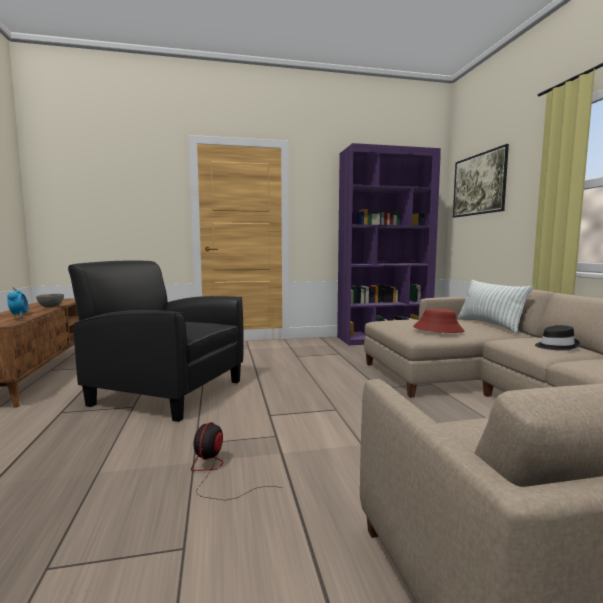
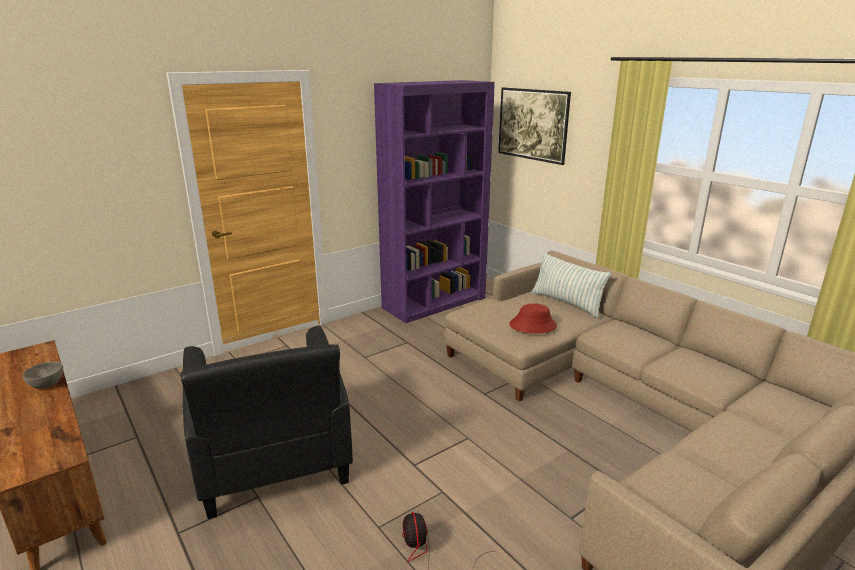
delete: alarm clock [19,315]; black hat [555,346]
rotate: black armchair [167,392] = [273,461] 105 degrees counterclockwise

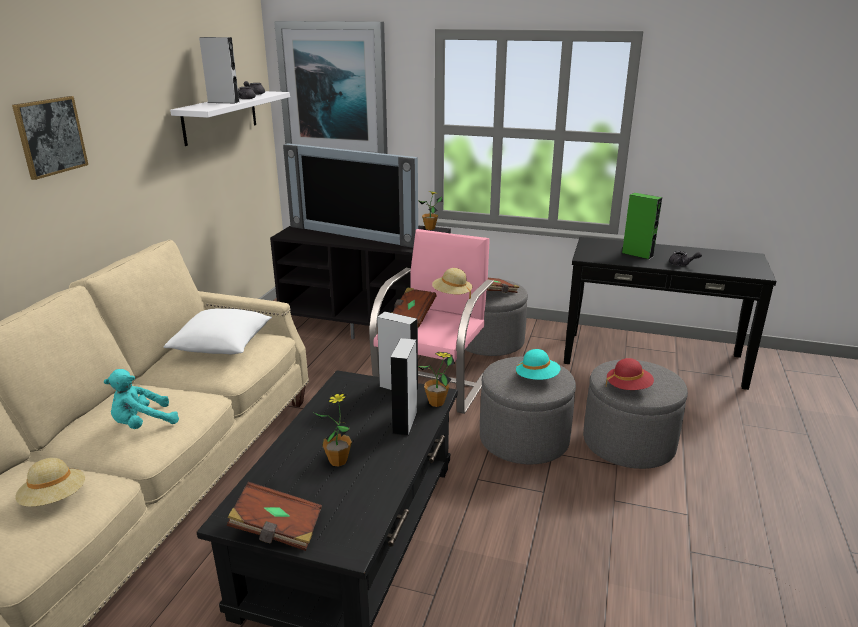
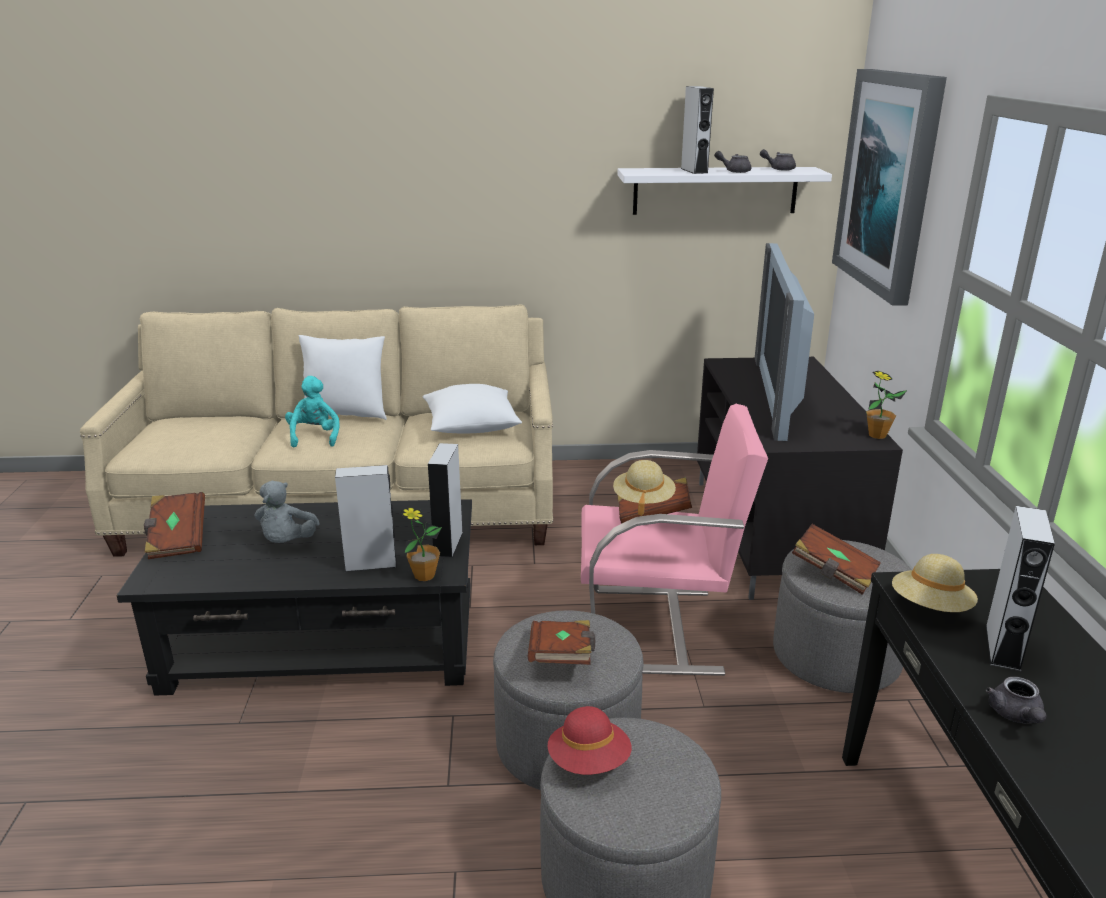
delete: picture [50,136]
insert: white pillow [346,415]
move: beige hat [55,499] to [930,607]
replace: potted plant [338,461] to grey plush toy [287,542]; turquoise hat [537,378] to brown book [562,657]
recolor: green speaker [637,255] to grey speaker [1002,647]
rotate: turquoise plush toy [142,424] = [314,437] 45 degrees clockwise

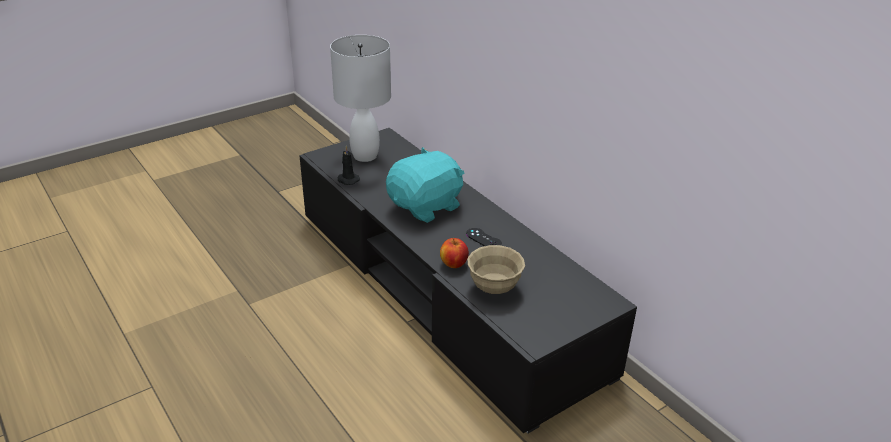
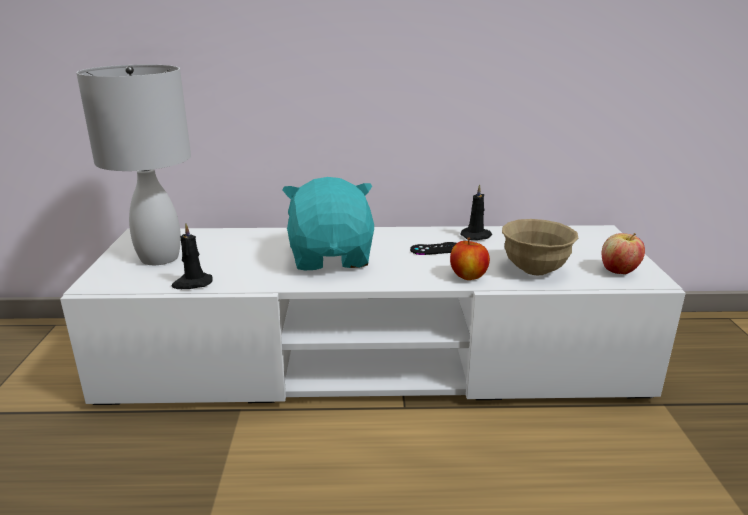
insert: black candle [476,236]; apple [619,271]
recolor: black tv stand [444,289] to white tv stand [374,359]

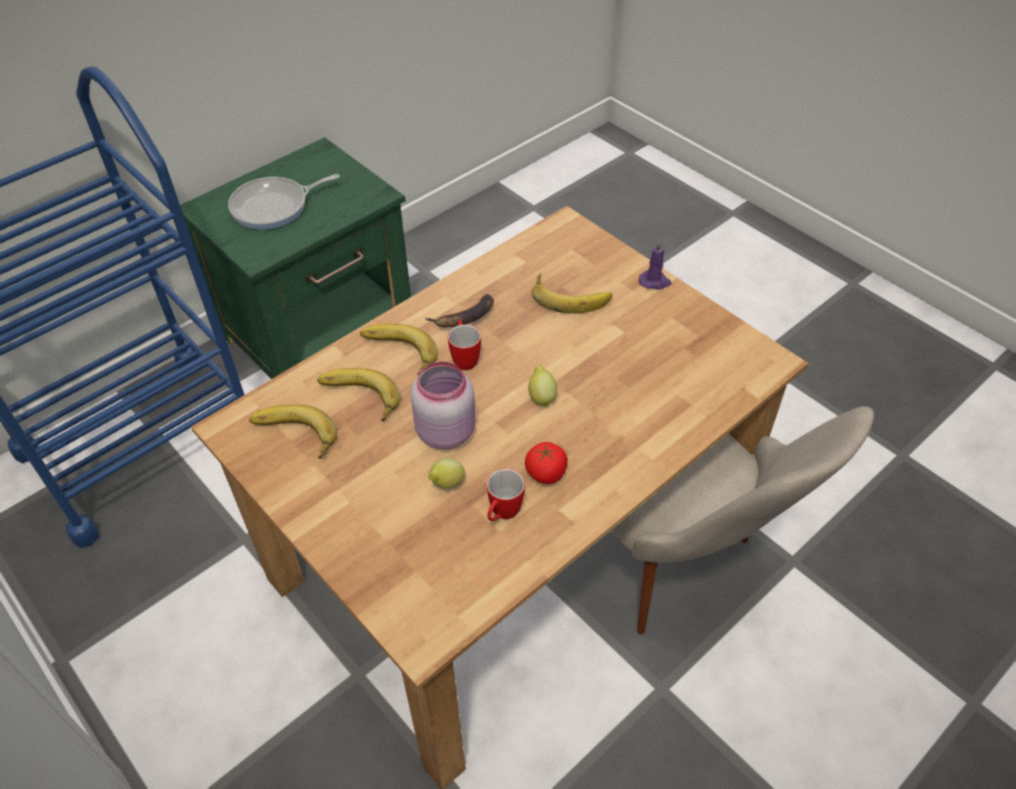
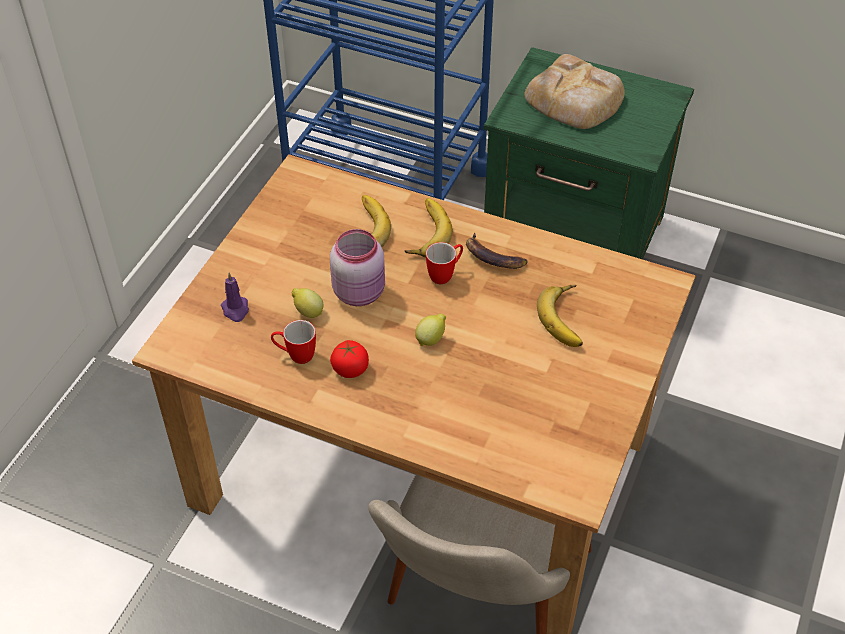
delete: banana [293,436]
move: purple candle [655,282] to [235,310]
replace: frying pan [274,207] to bread [575,100]

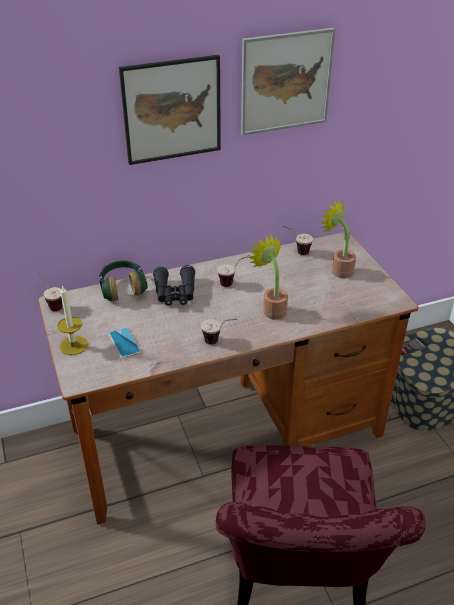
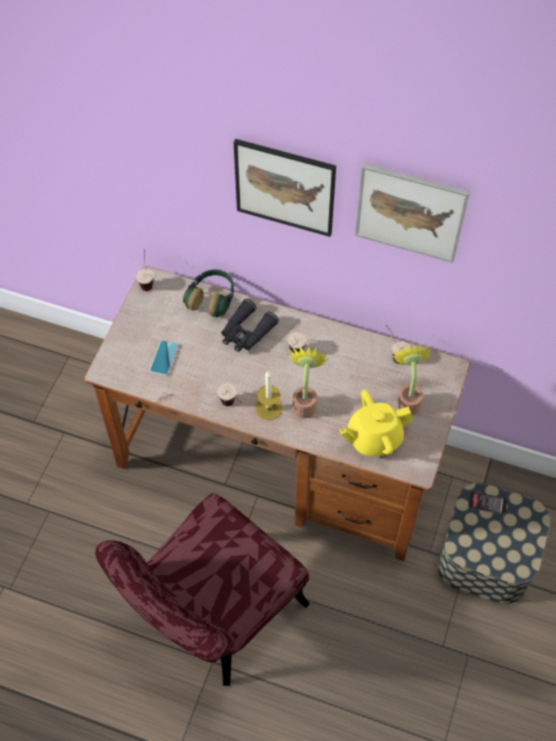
insert: yellow teapot [373,438]
move: candle [73,345] to [268,408]

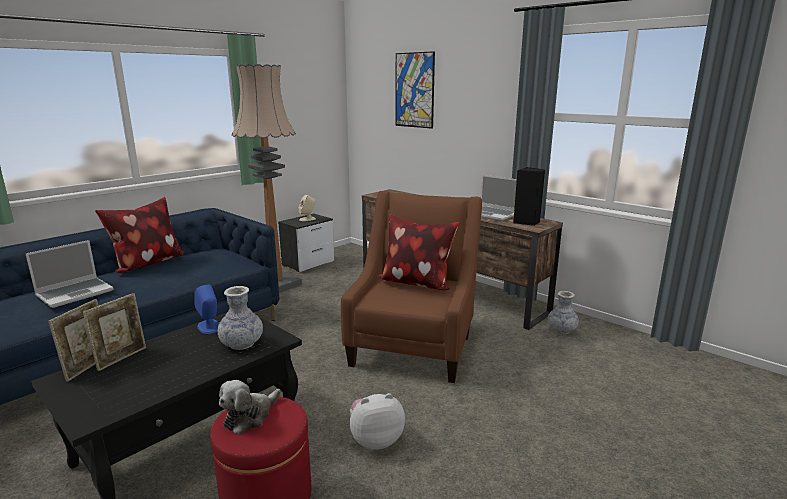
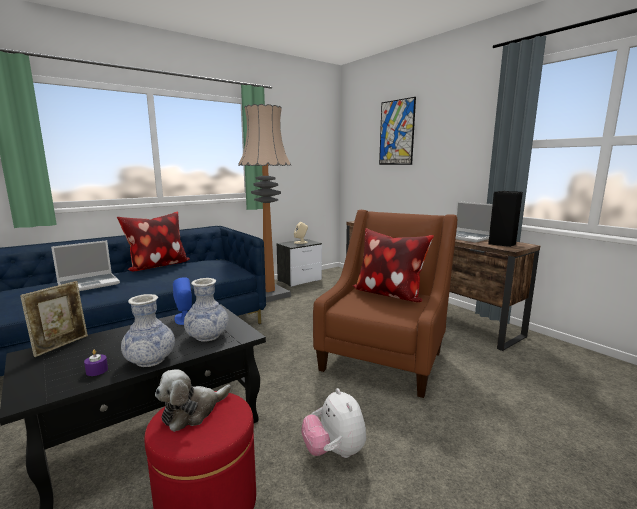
delete: picture frame [121,358]
insert: purple candle [97,370]
move: vase [561,330] to [150,360]
rotate: plush toy [375,440] = [334,452] 105 degrees counterclockwise

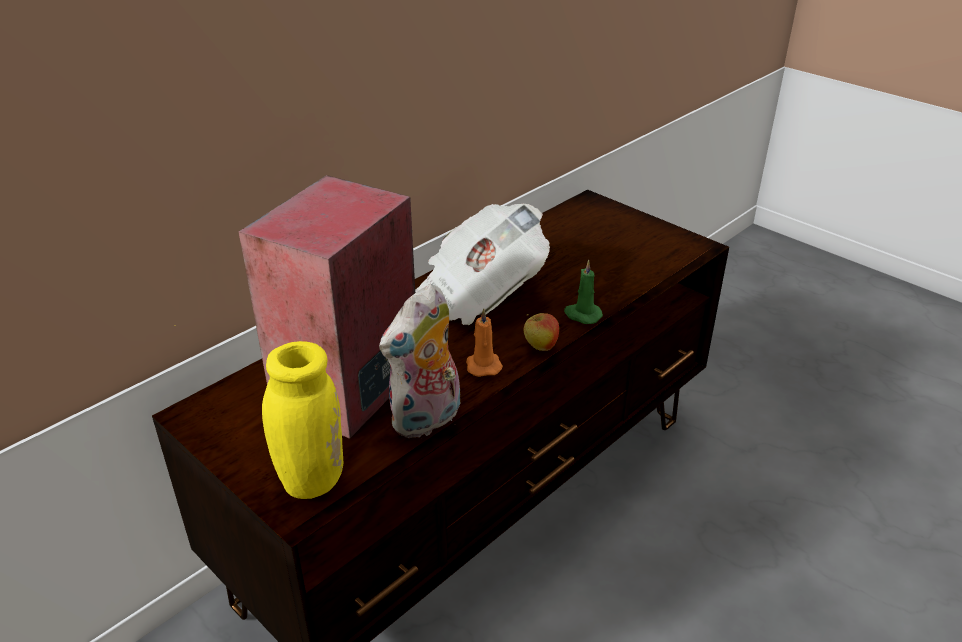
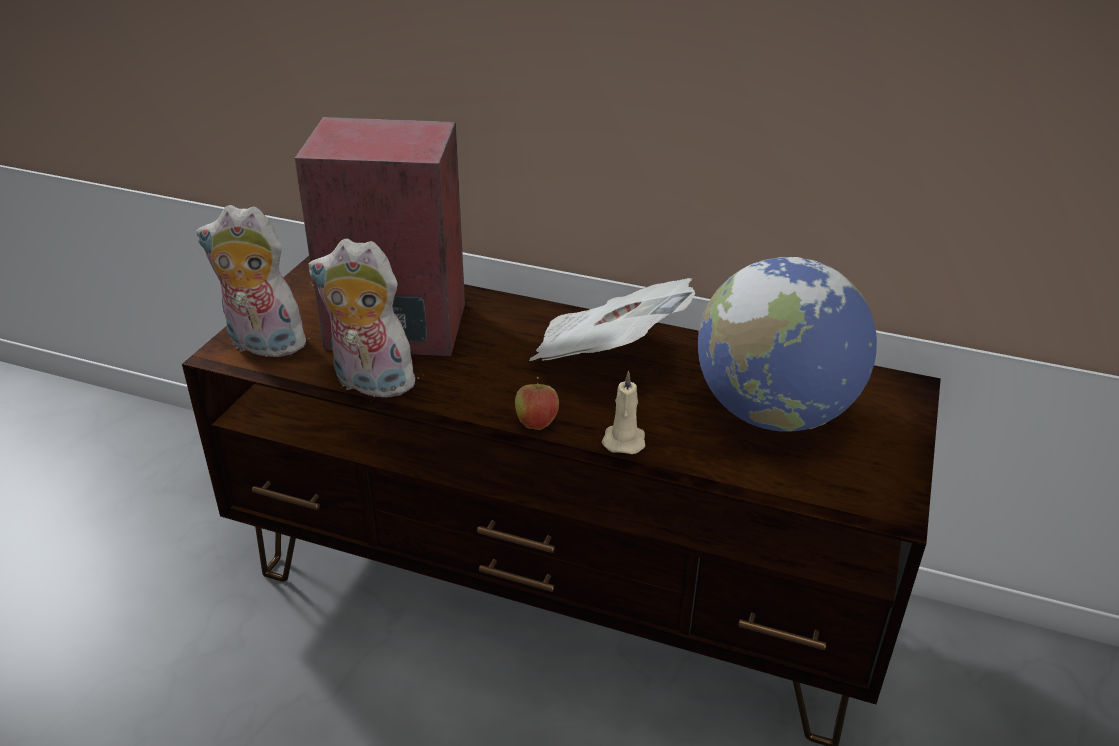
delete: orange candle [483,365]
insert: globe [773,413]
replace: yellow vase [307,479] to plush toy [262,345]
recolor: green candle [582,315] to beige candle [624,439]

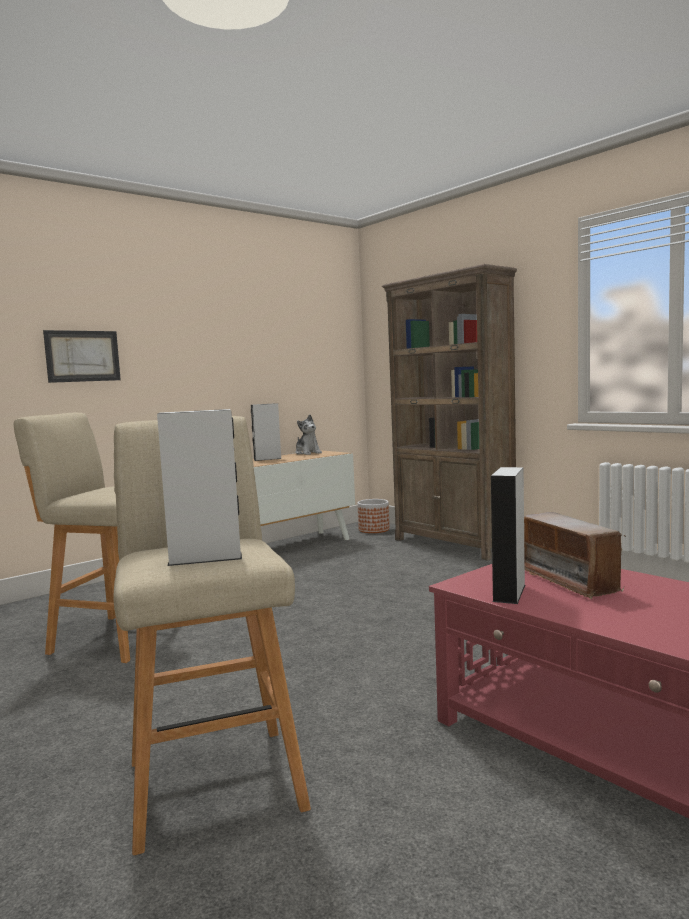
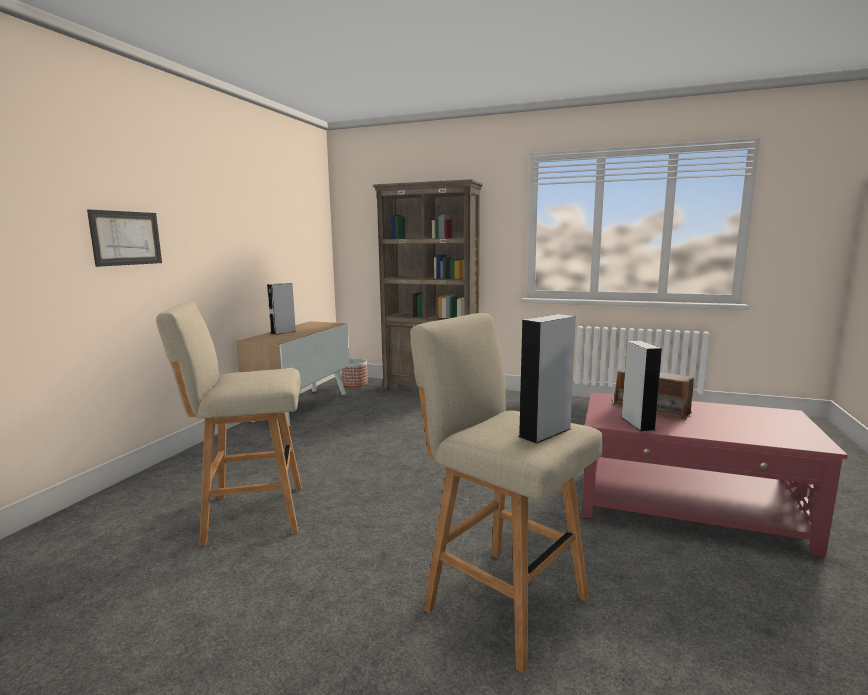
delete: plush toy [308,453]

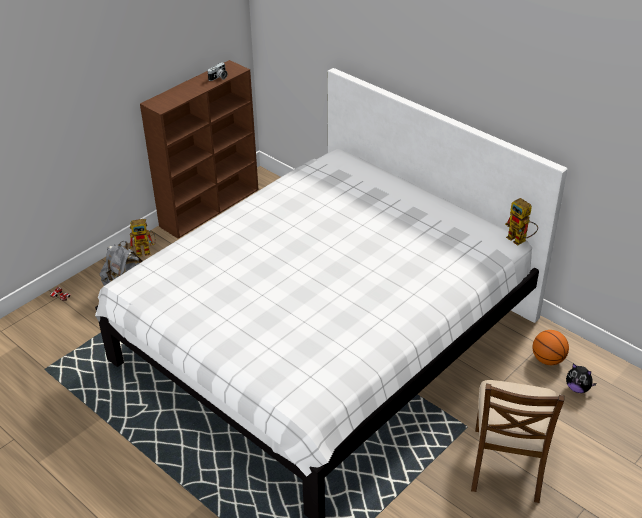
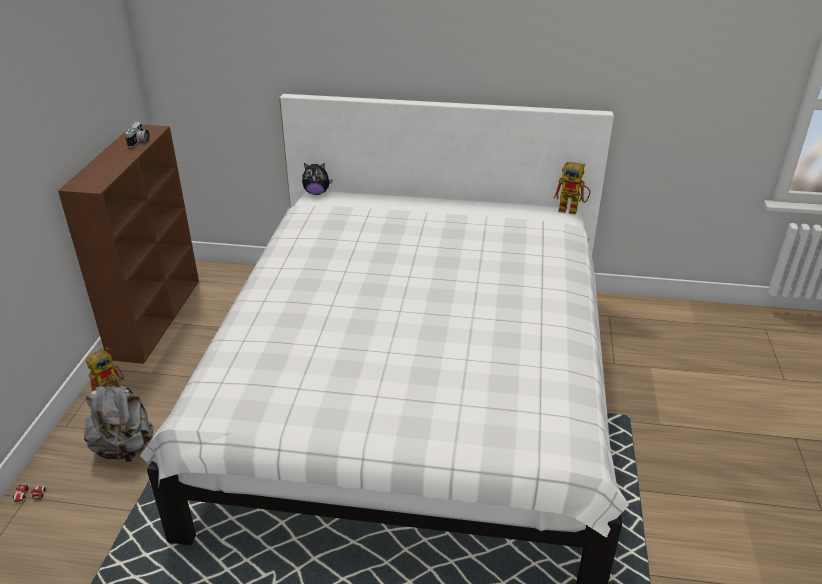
delete: brown chair [507,464]; basketball [548,359]
move: plush toy [577,388] to [317,193]

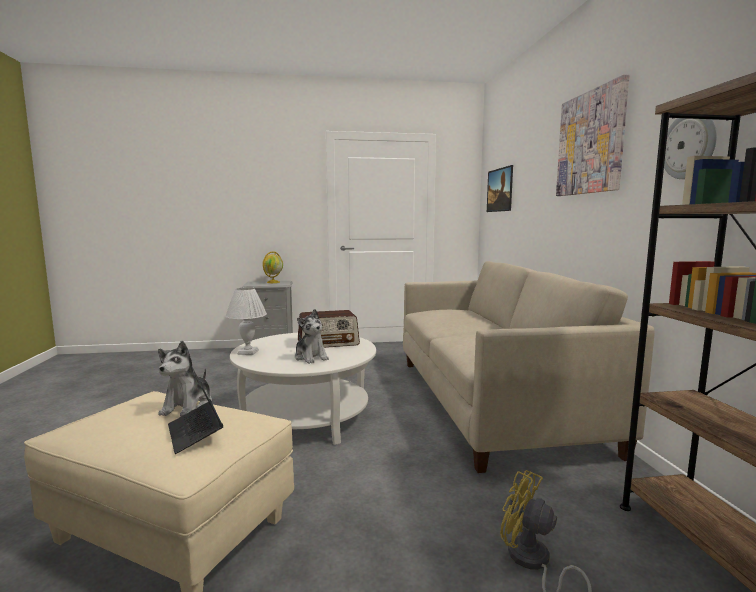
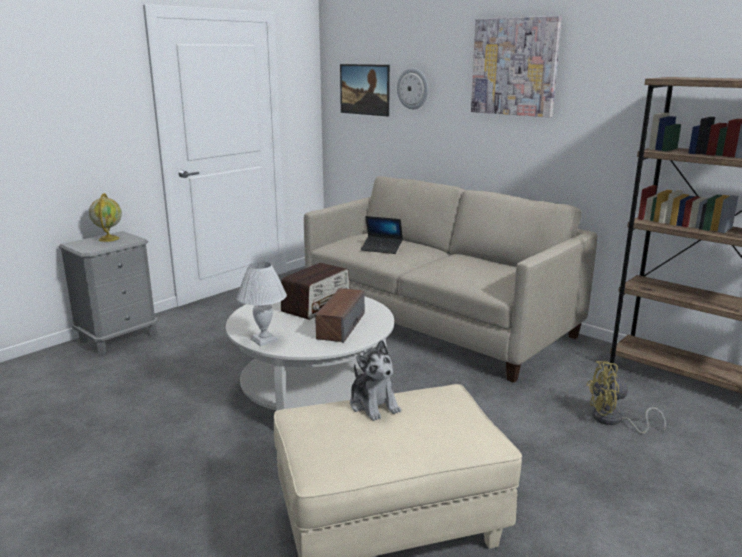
move: laptop [195,433] to [382,249]; wall clock [689,145] to [413,88]
replace: plush toy [311,357] to speaker [340,325]

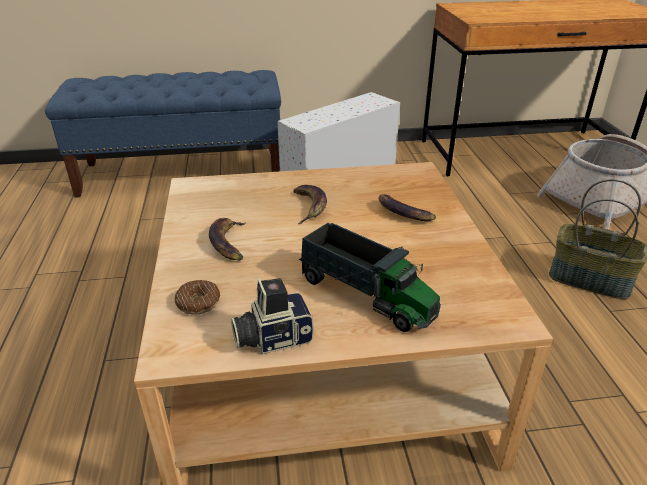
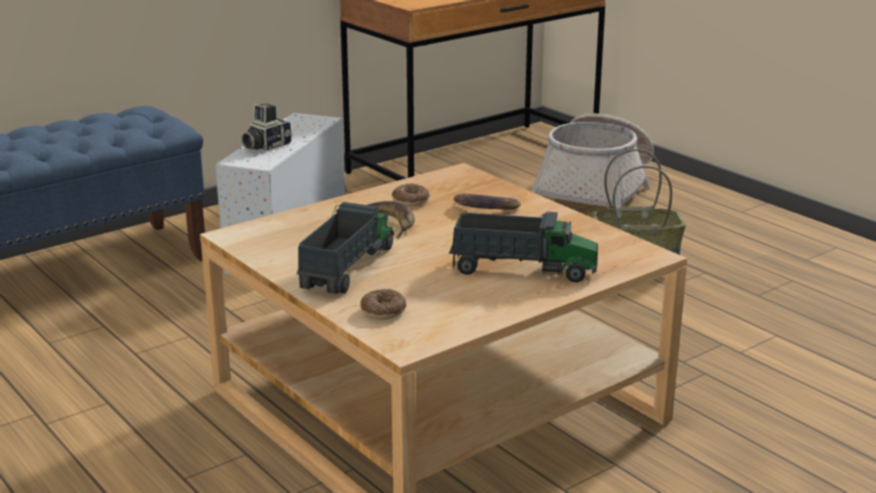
insert: donut [410,201]
move: photo camera [272,337] to [265,146]
replace: banana [228,243] to toy truck [348,267]

